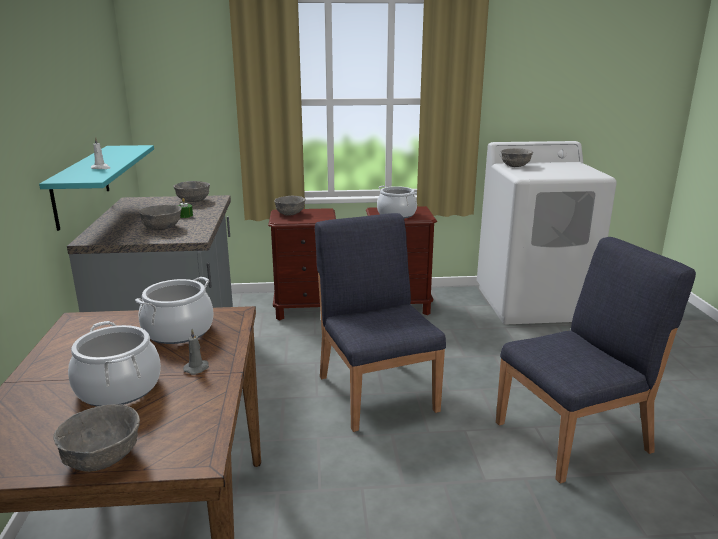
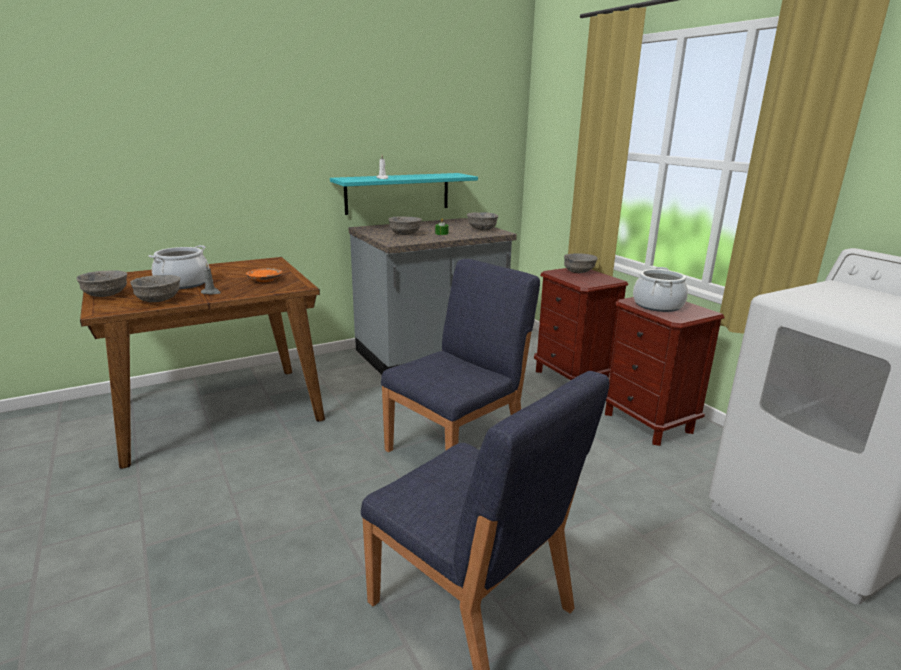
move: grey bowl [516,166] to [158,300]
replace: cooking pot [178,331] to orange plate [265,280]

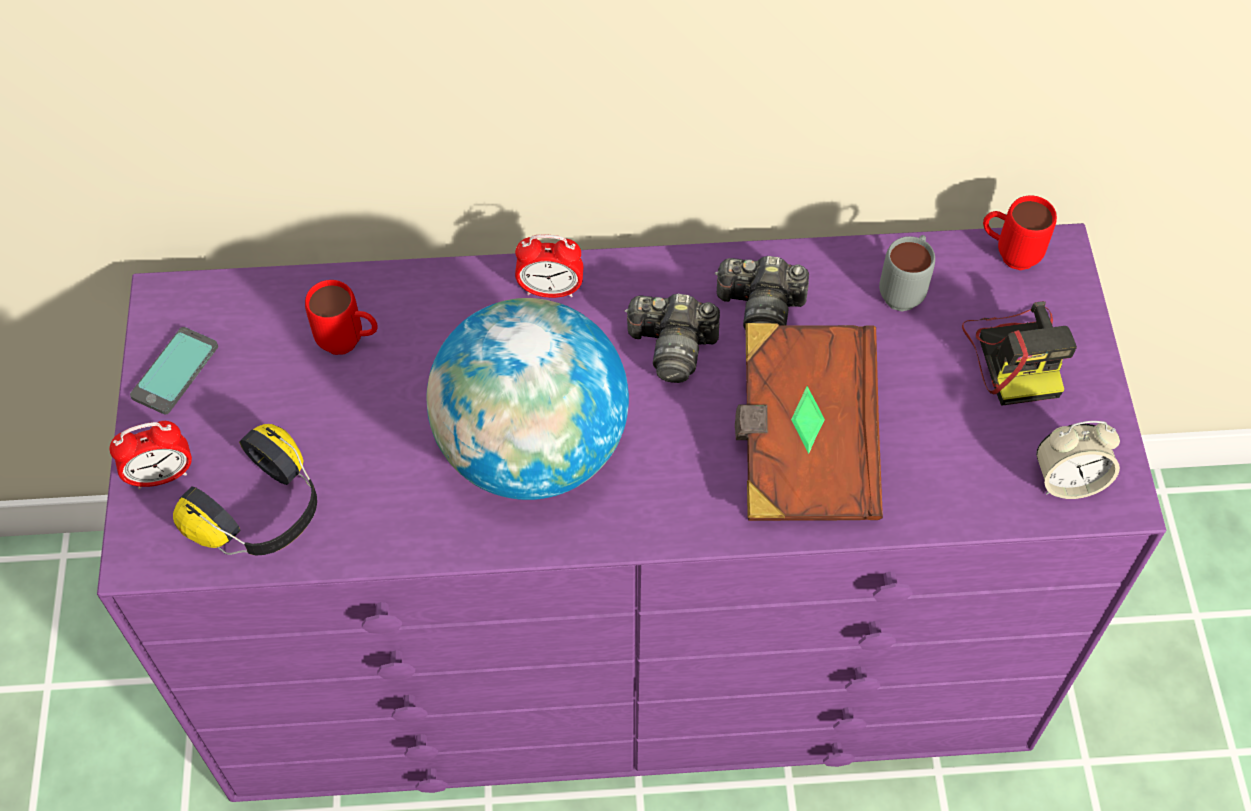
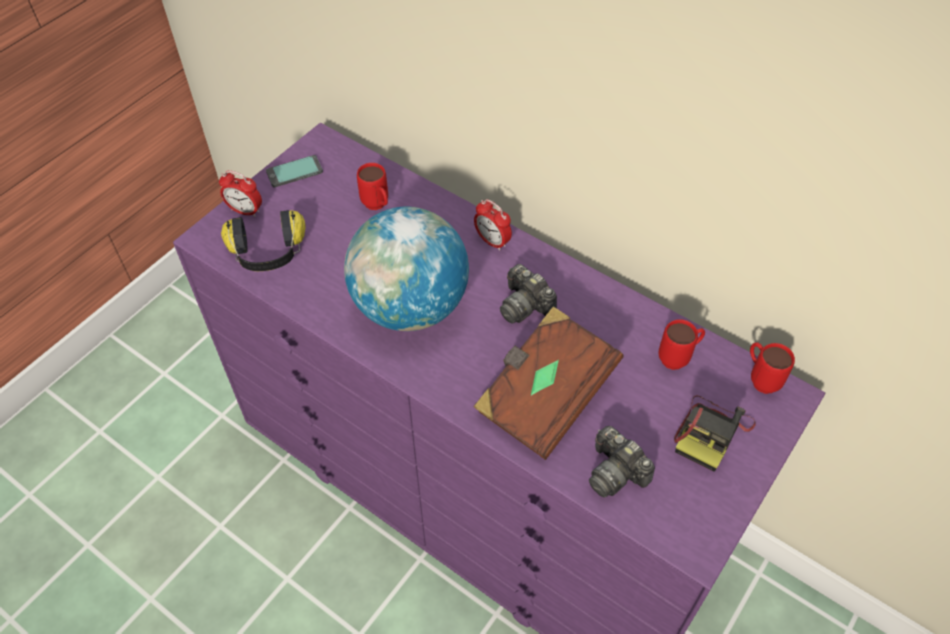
delete: alarm clock [1068,480]
move: photo camera [761,309] to [615,472]
recolor: grey mug [904,290] to red mug [678,358]

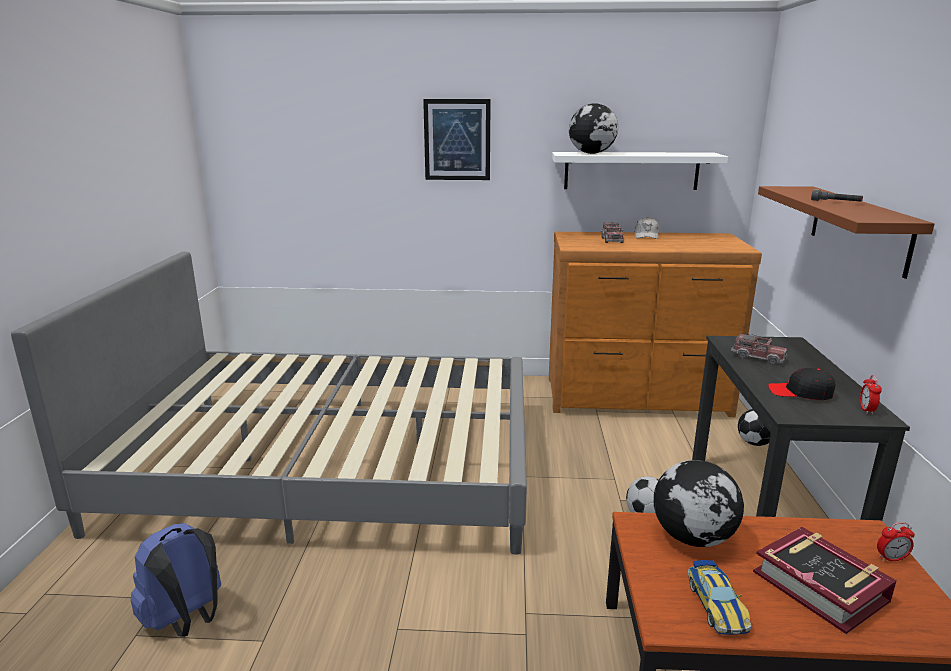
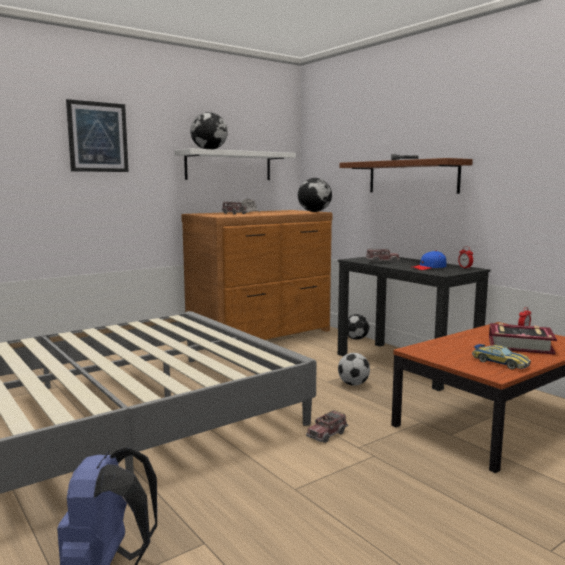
insert: toy truck [327,434]
move: globe [693,537] to [314,212]
recolor: black cap [800,393] to blue cap [428,268]

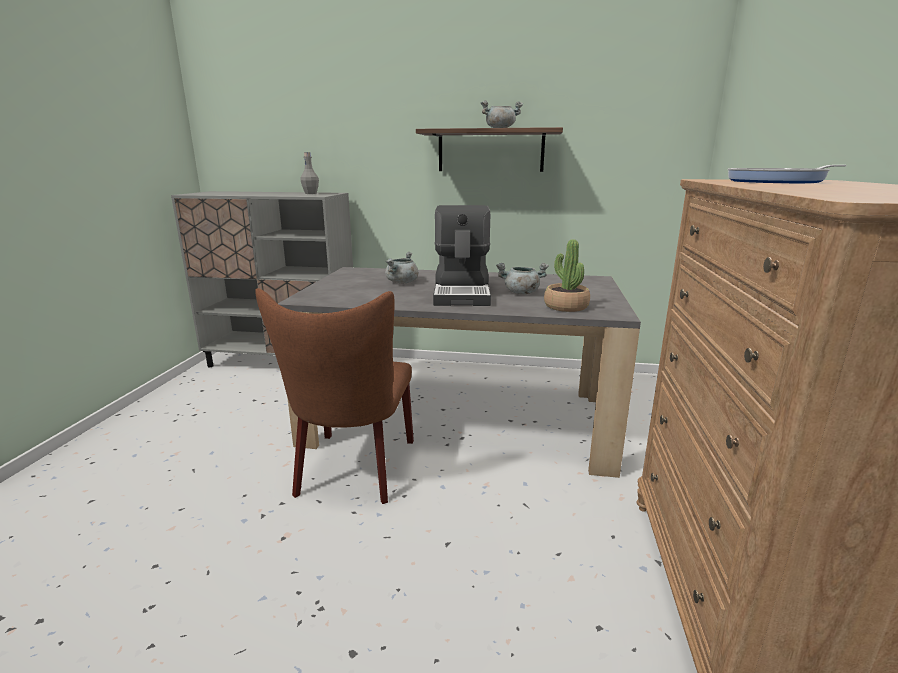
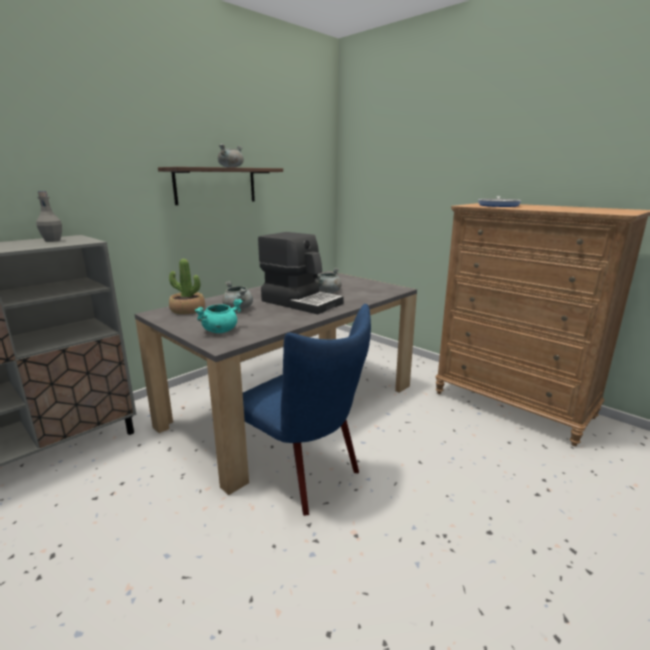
insert: turquoise cooking pot [220,330]
move: potted plant [566,306] to [187,310]
recolor: brown chair [353,471] to blue chair [304,473]

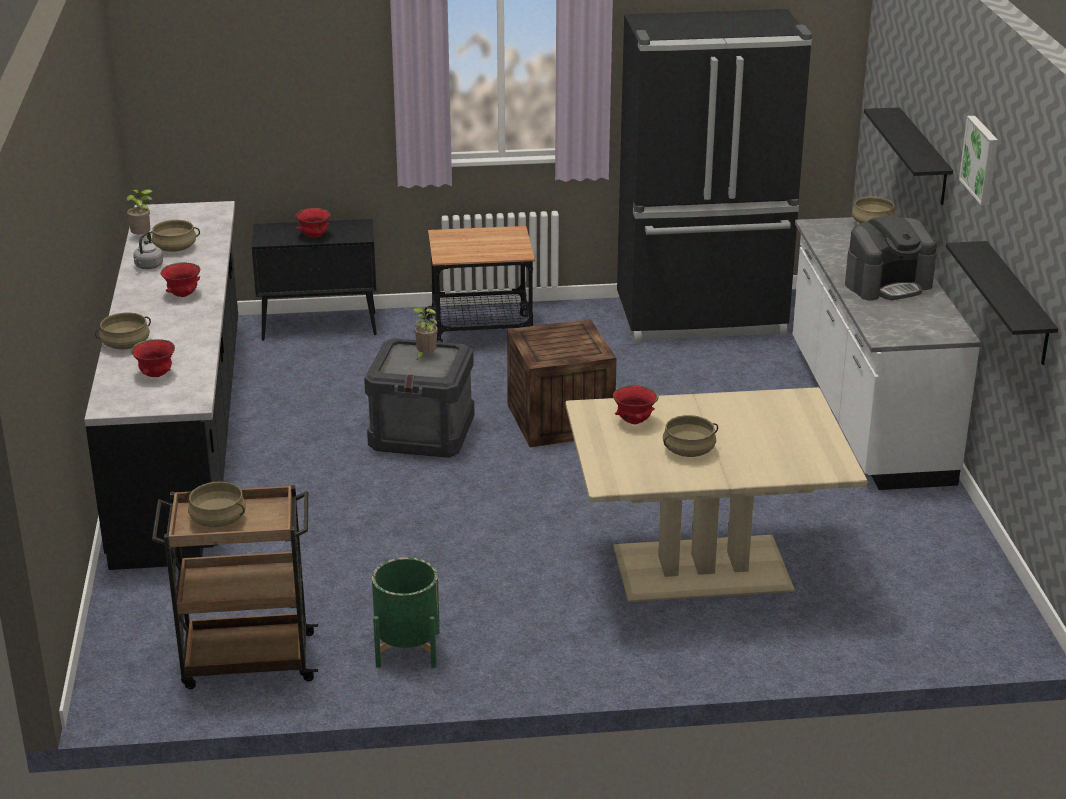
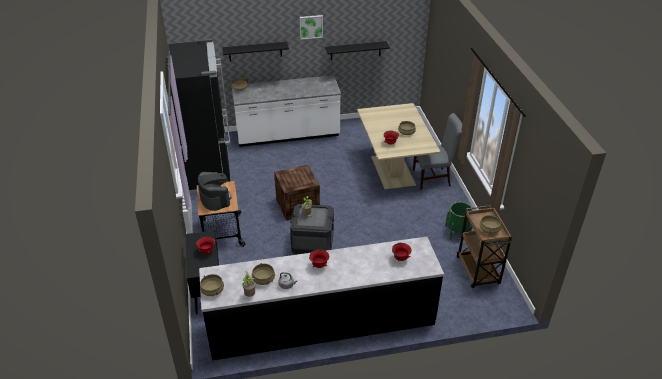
insert: grey chair [434,178]
move: beige cooking pot [126,344] to [212,290]; coffee machine [888,284] to [215,198]

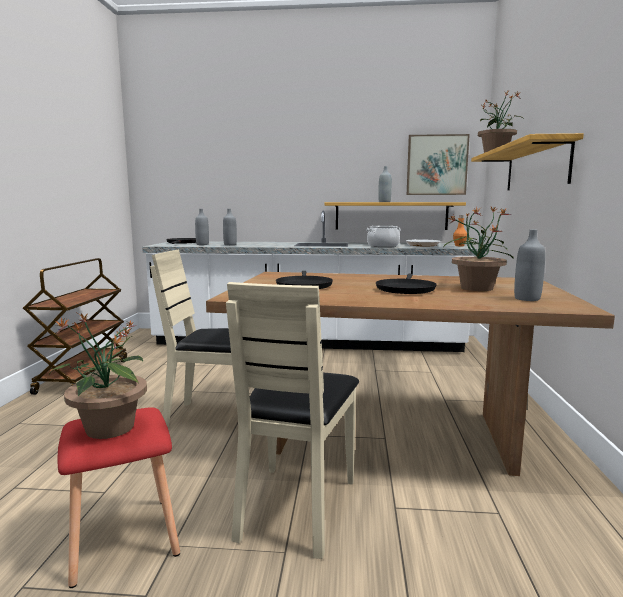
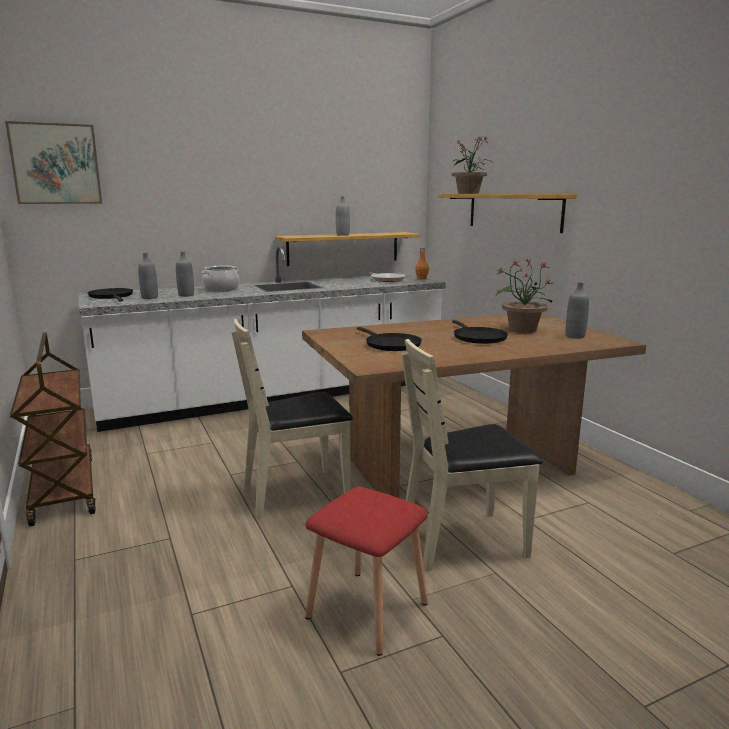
delete: potted plant [109,429]
move: cooking pot [383,246] to [221,289]; picture [436,165] to [56,164]
rotate: beige chair [296,507] = [463,542] 90 degrees clockwise

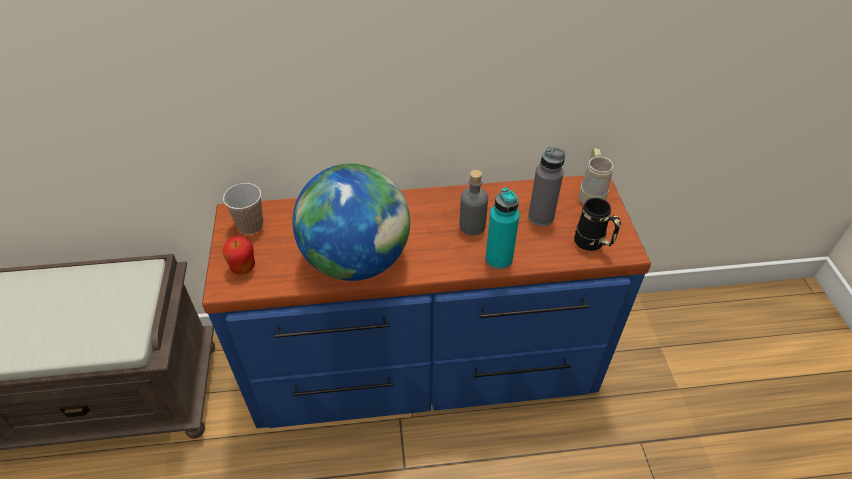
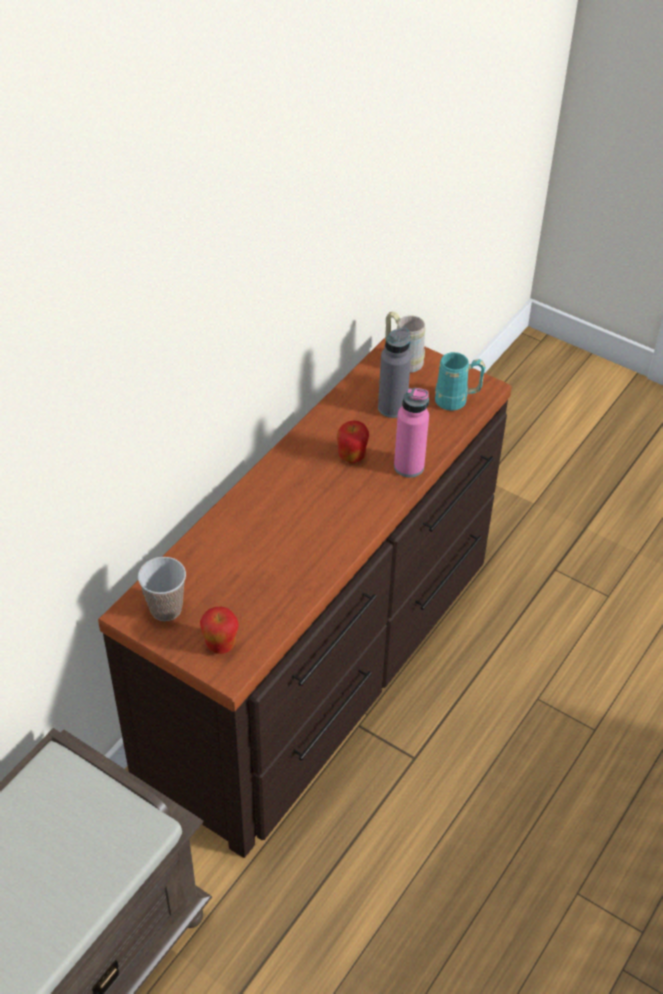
delete: globe [356,260]
replace: grey bottle [472,226] to apple [352,456]
recolor: blue dresser [425,367] to brown dresser [324,664]; turquoise bottle [499,259] to pink bottle [409,466]; black mug [593,245] to turquoise mug [457,401]

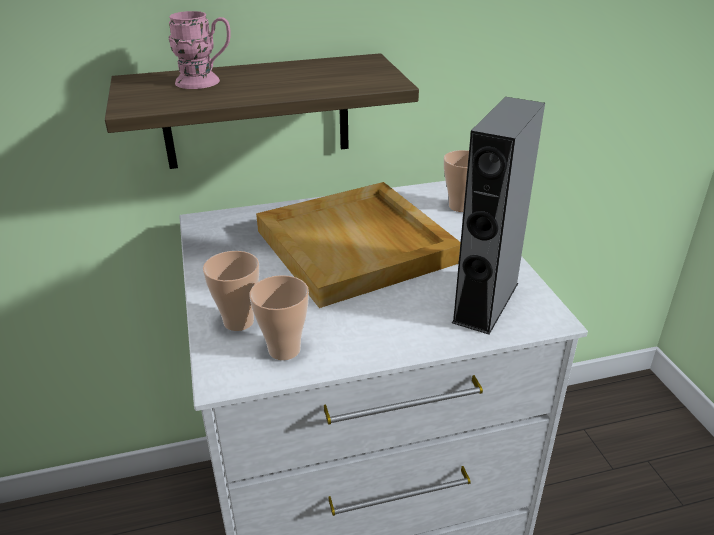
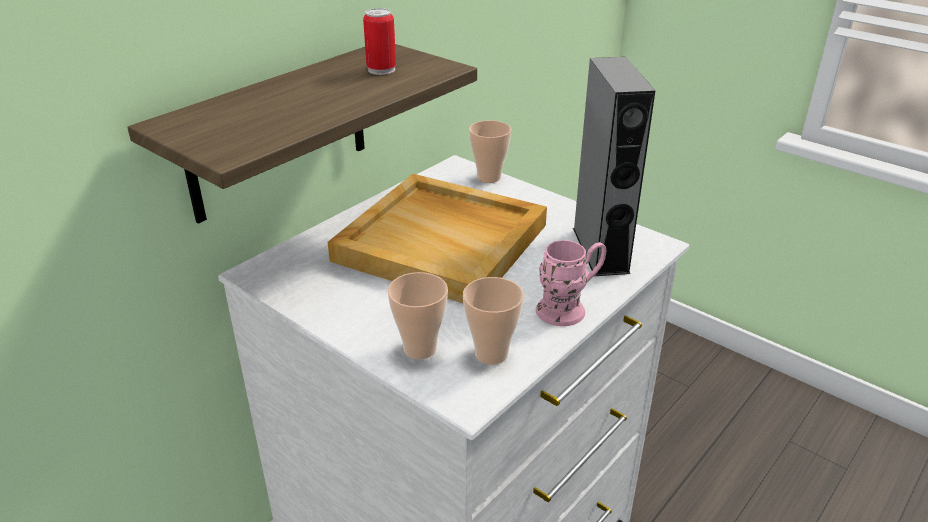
insert: can [381,70]
move: pink mug [206,82] to [569,308]

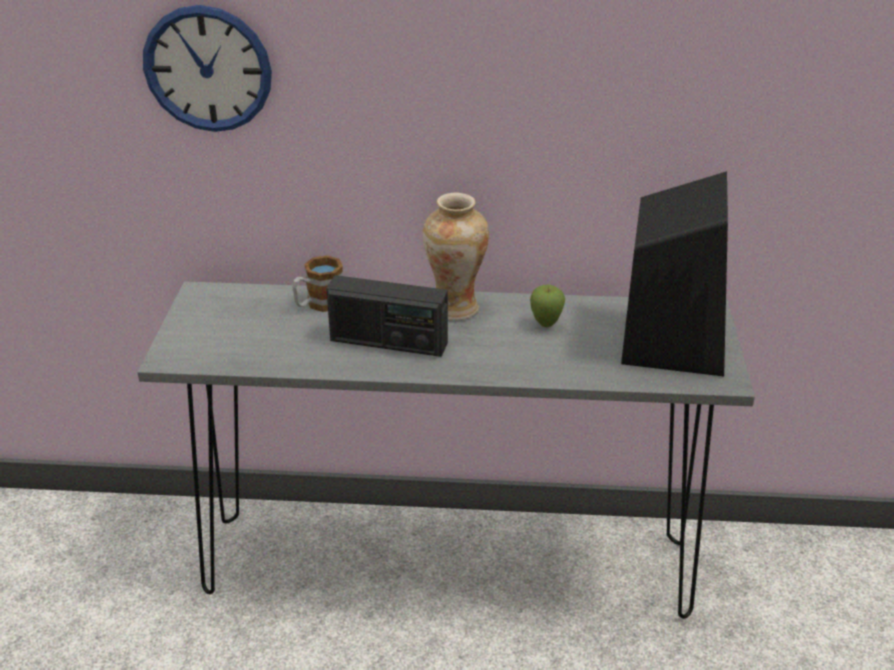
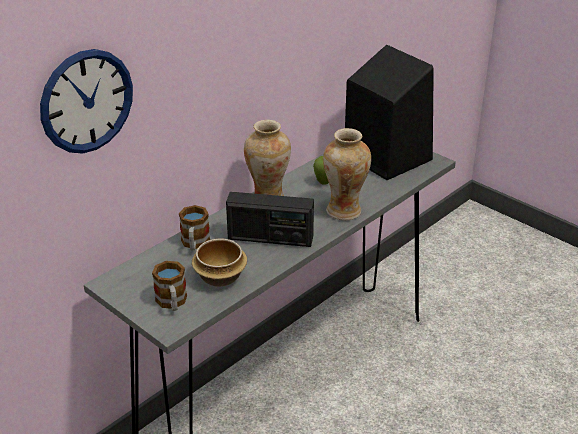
insert: mug [172,303]; bowl [221,277]; vase [344,211]
rotate: radio [388,342] = [270,238] 45 degrees clockwise

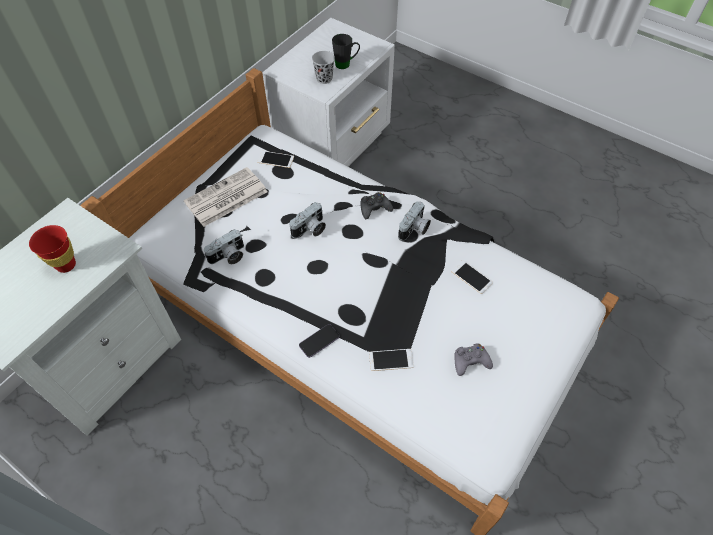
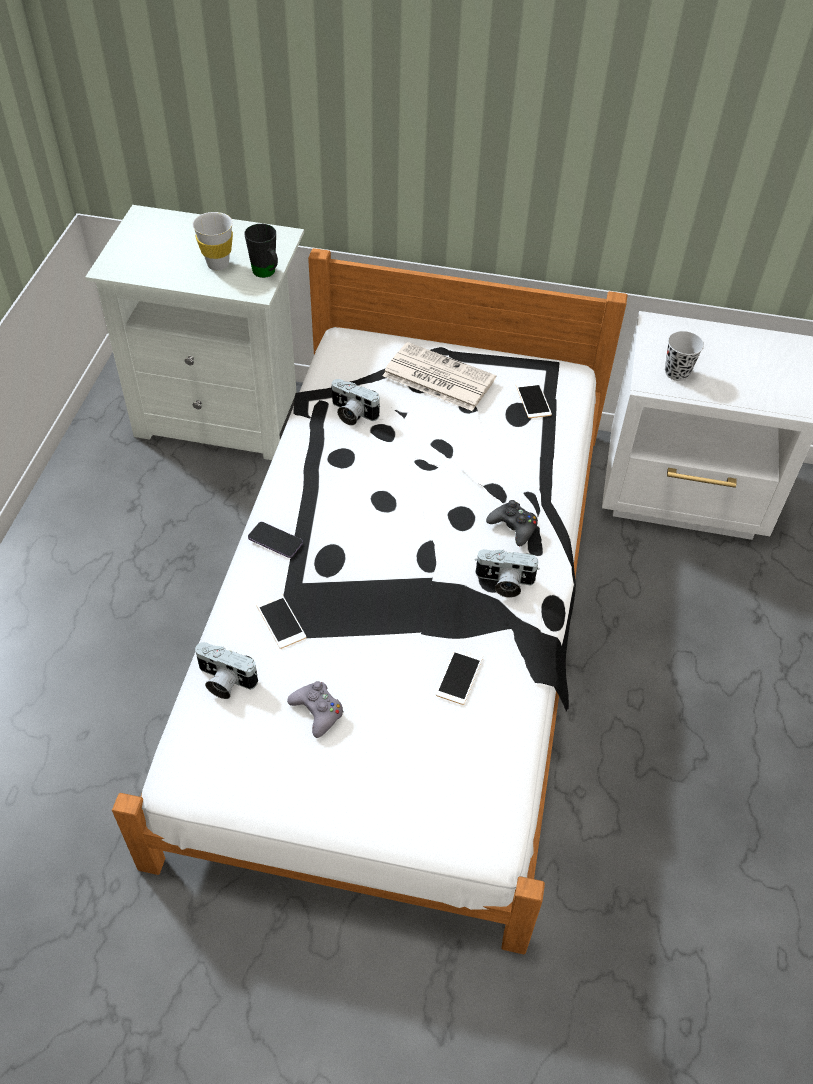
move: photo camera [310,229] to [224,681]; black mug [346,64] to [267,274]
recolor: red cup [66,265] to white cup [218,264]

